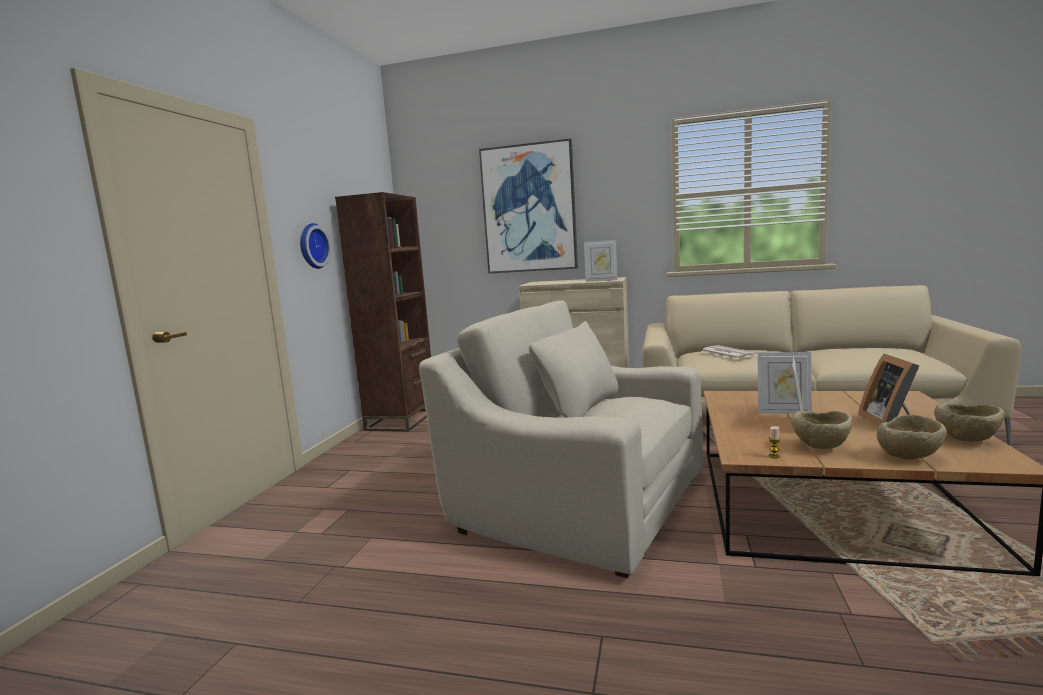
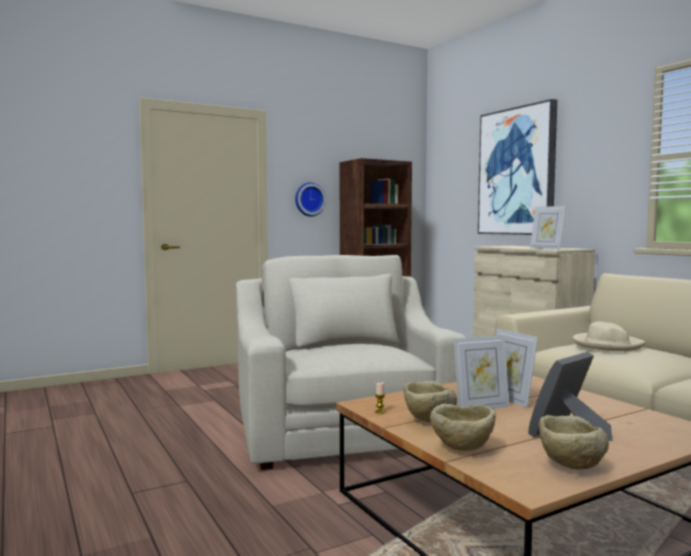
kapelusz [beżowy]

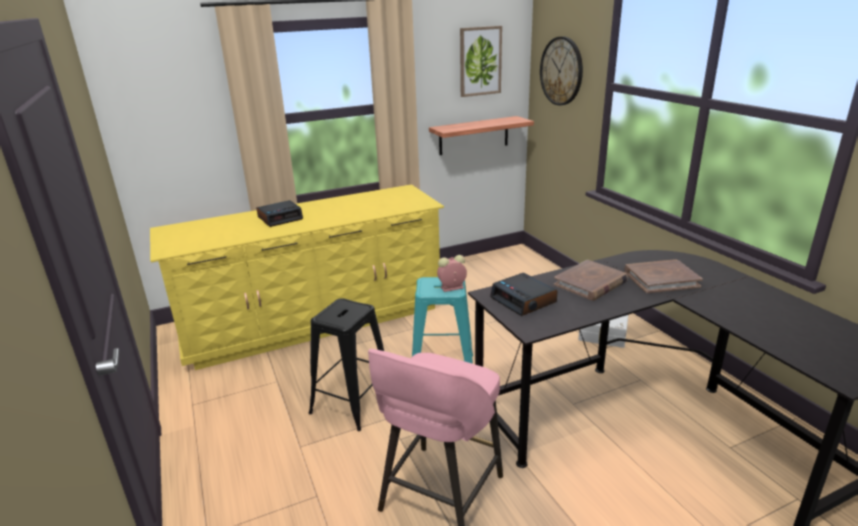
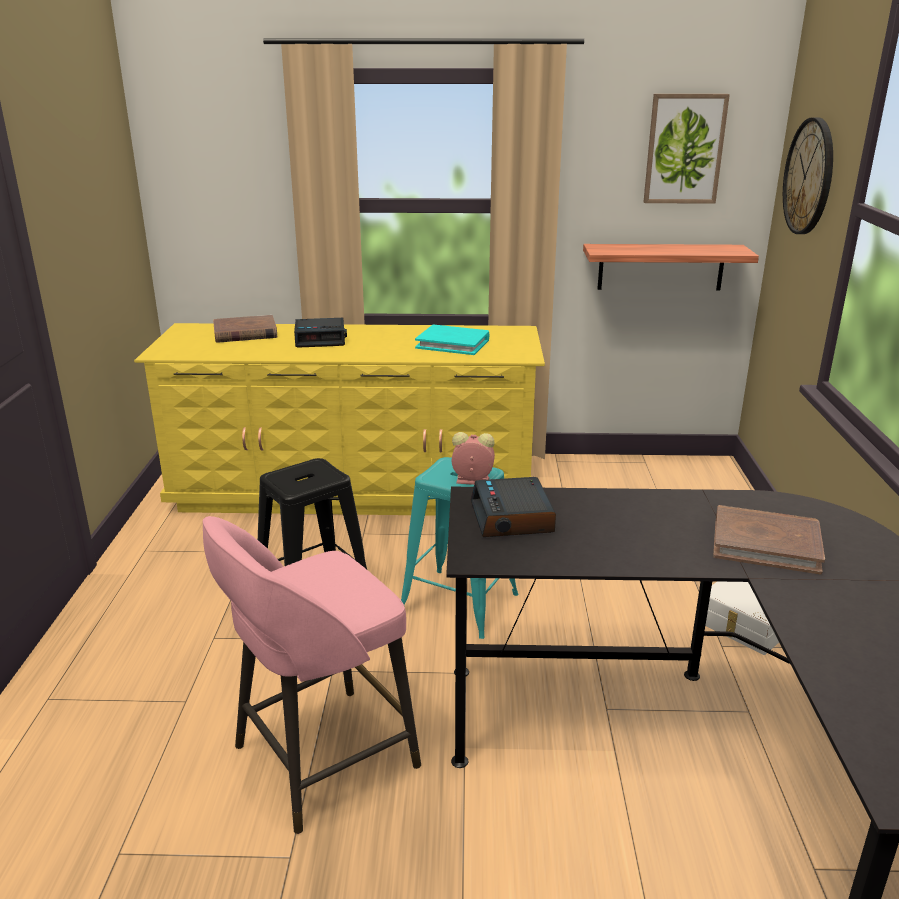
książka [brązowy] (1st from left)
książka [turkusowy]

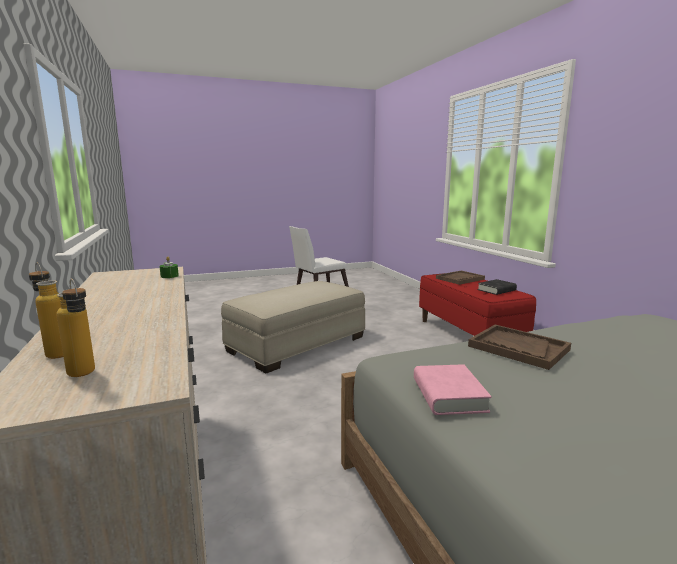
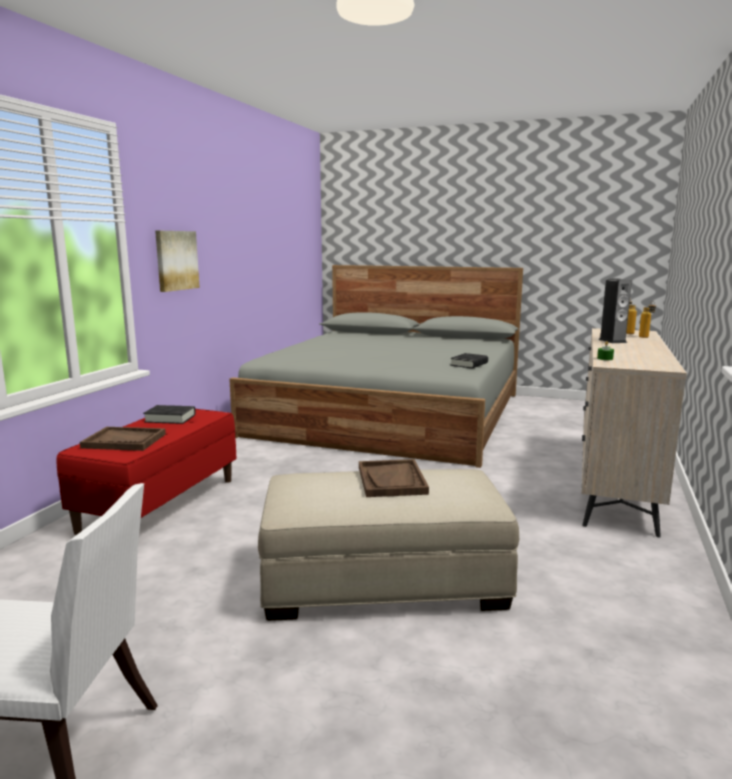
taca [brązowy] (2nd from left)
książka [czarny] (2nd from left)
obraz
głośnik

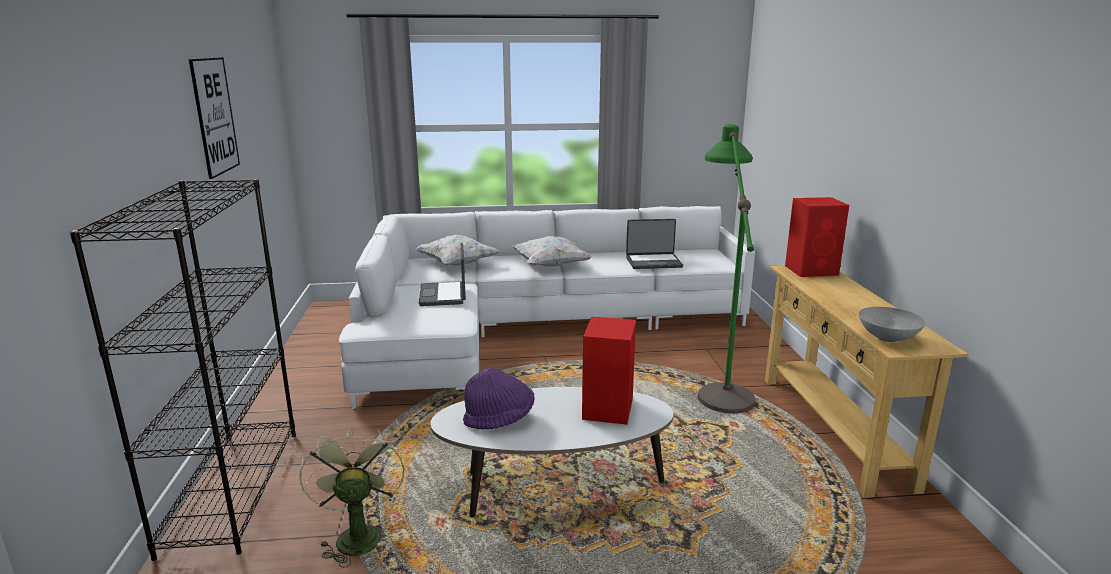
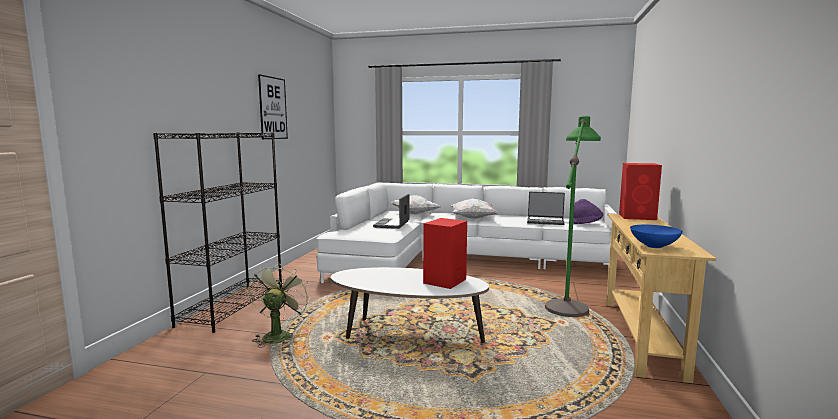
miska [niebieski]
kapelusz [fioletowy]

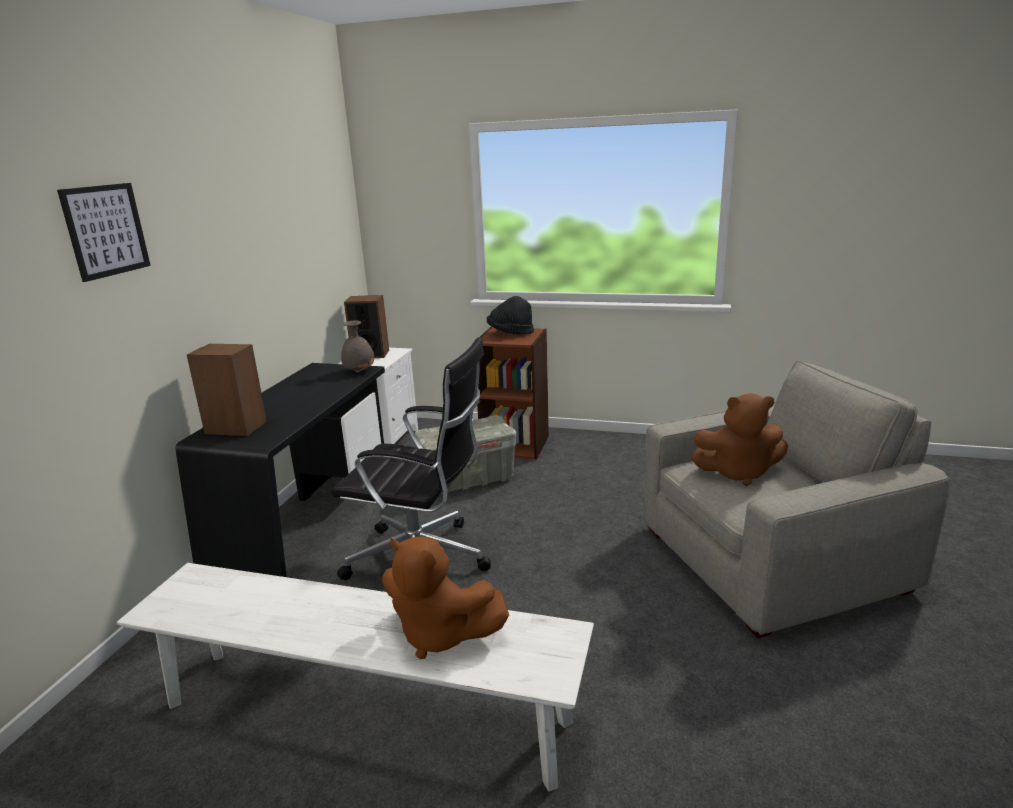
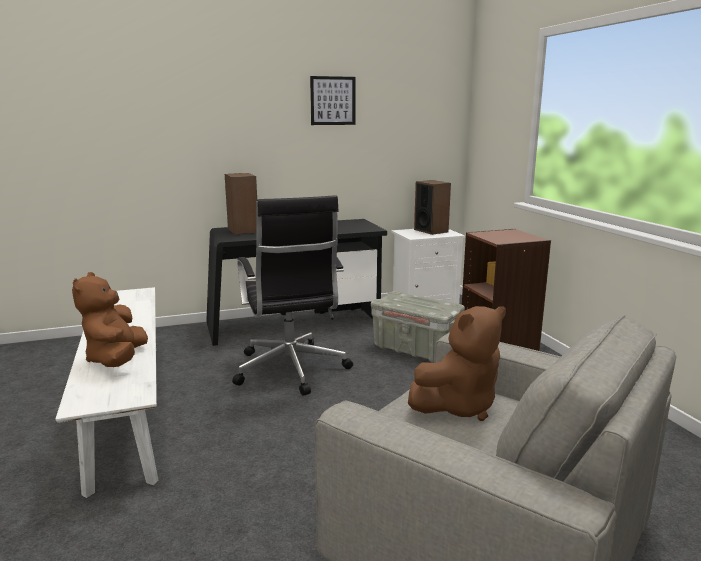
obraz
kapelusz [czarny]
wazon [szary]
pluszak [brązowy] (2nd from left)

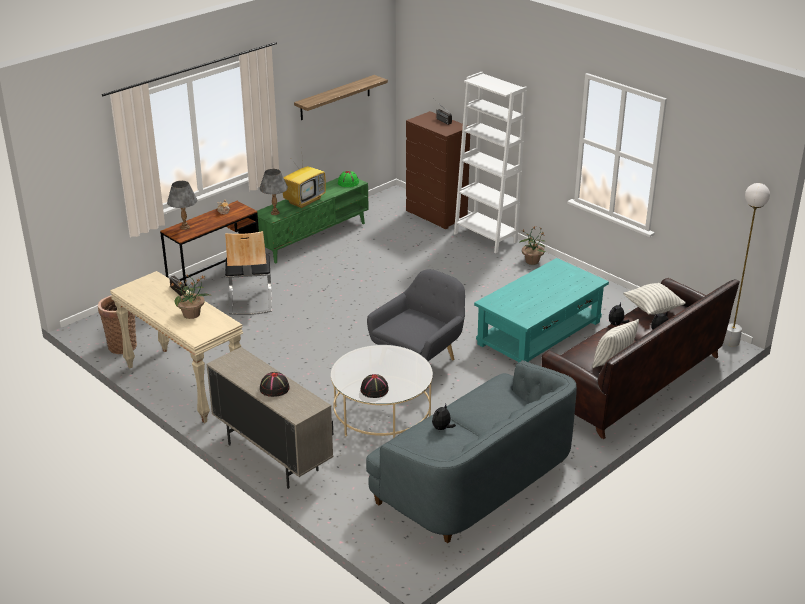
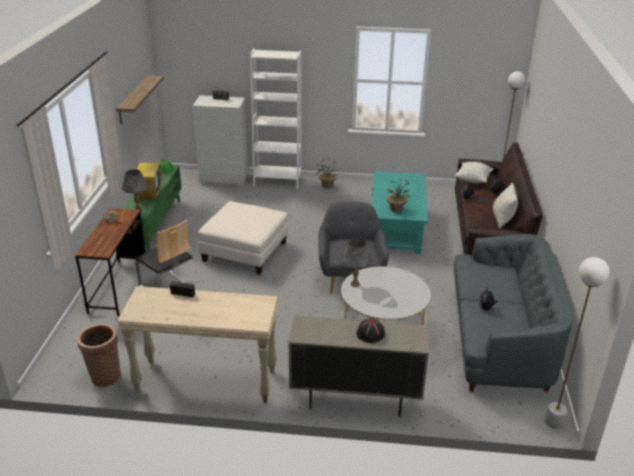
komoda [biały]
lampa stołowa [szary] (2nd from left)
roślina doniczkowa (2nd from left)
kapelusz [czarny] (2nd from left in the first image)
pufa [biały]
lampa stojąca [biały] (2nd from left)

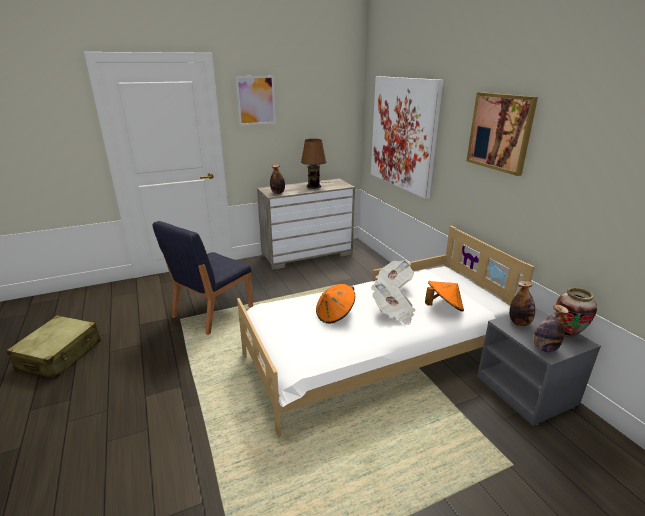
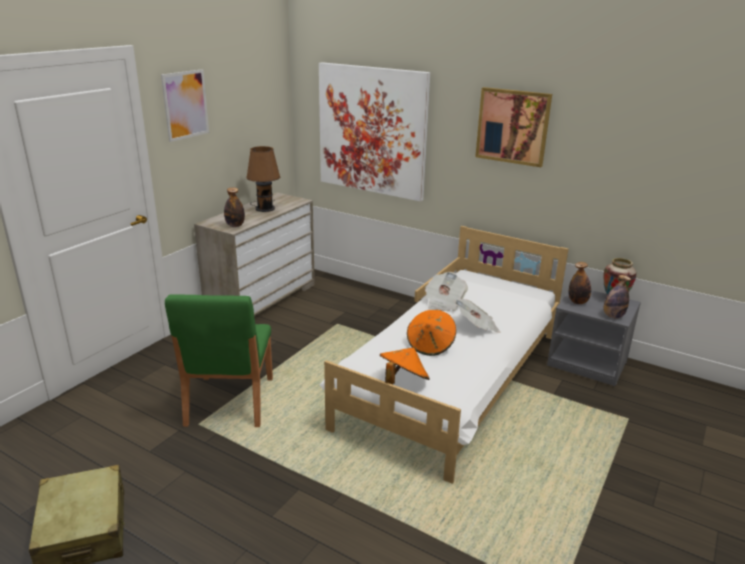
krzesło [zielony]
kapelusz [pomarańczowy] (1st from left)

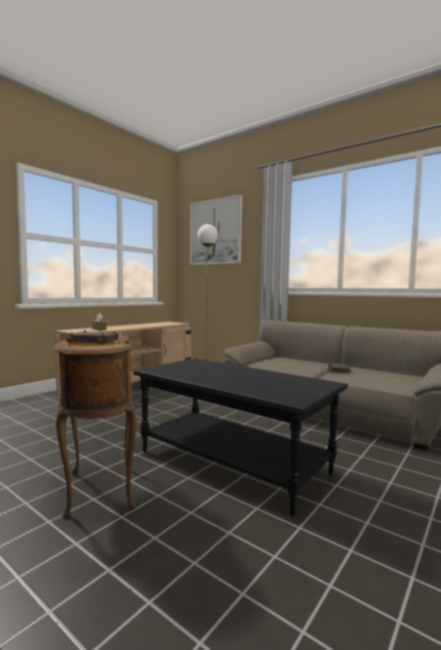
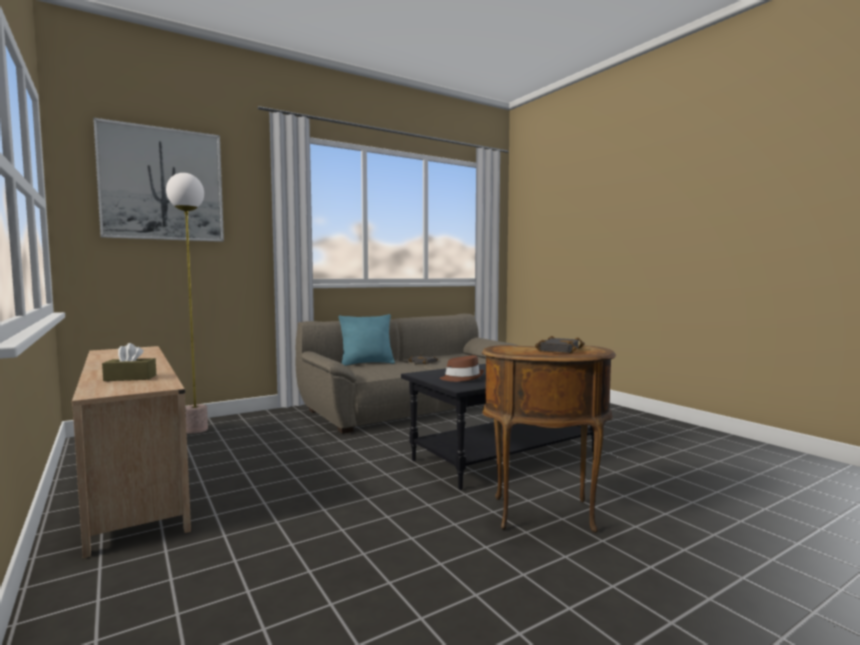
poduszka [turkusowy]
kapelusz [brązowy]

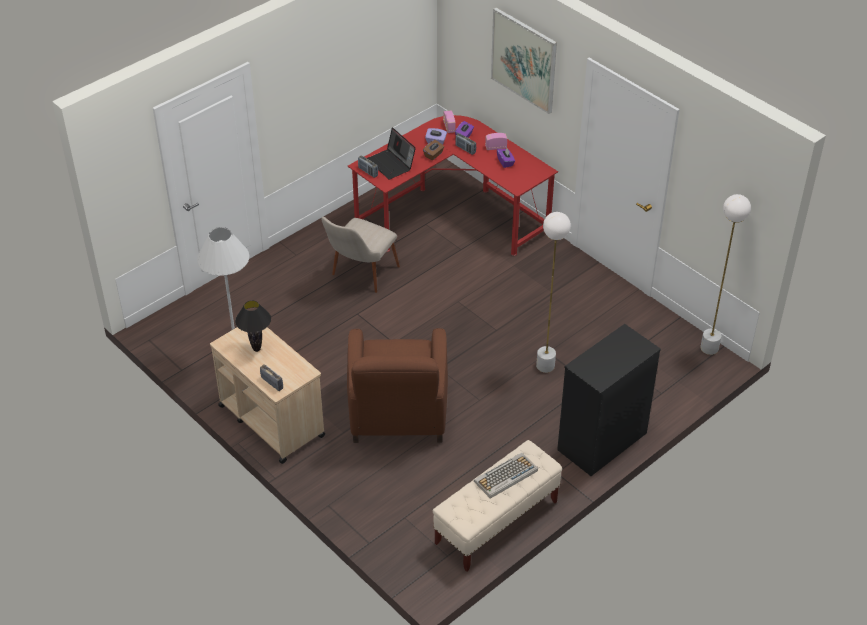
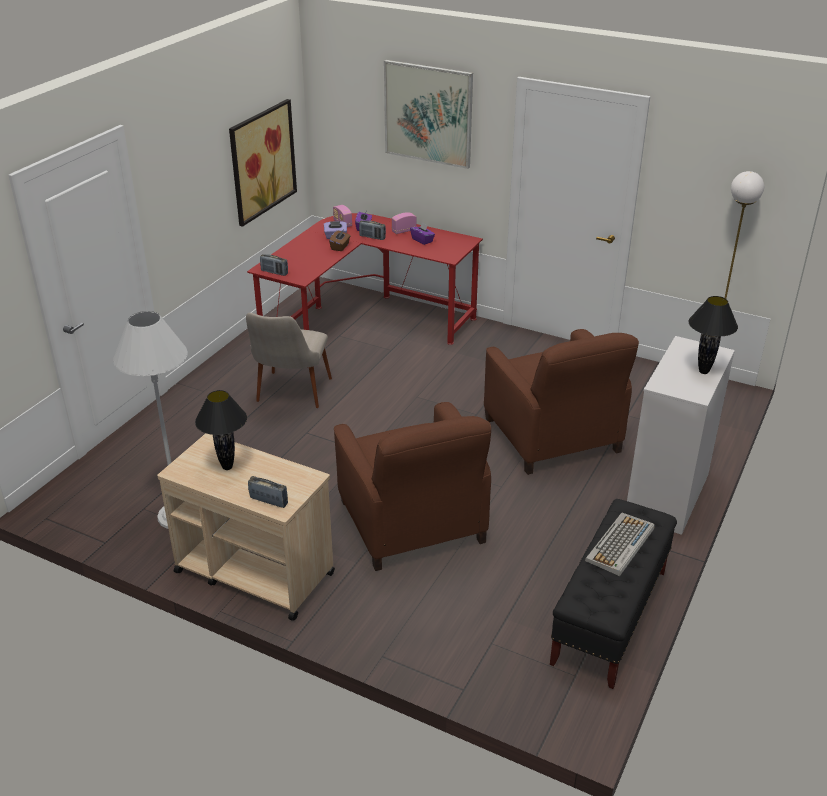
laptop
fotel [brązowy] (2nd from left)
komoda [biały]
ławka [czarny]
obraz (1st from left)
lampa stołowa [czarny] (2nd from left)

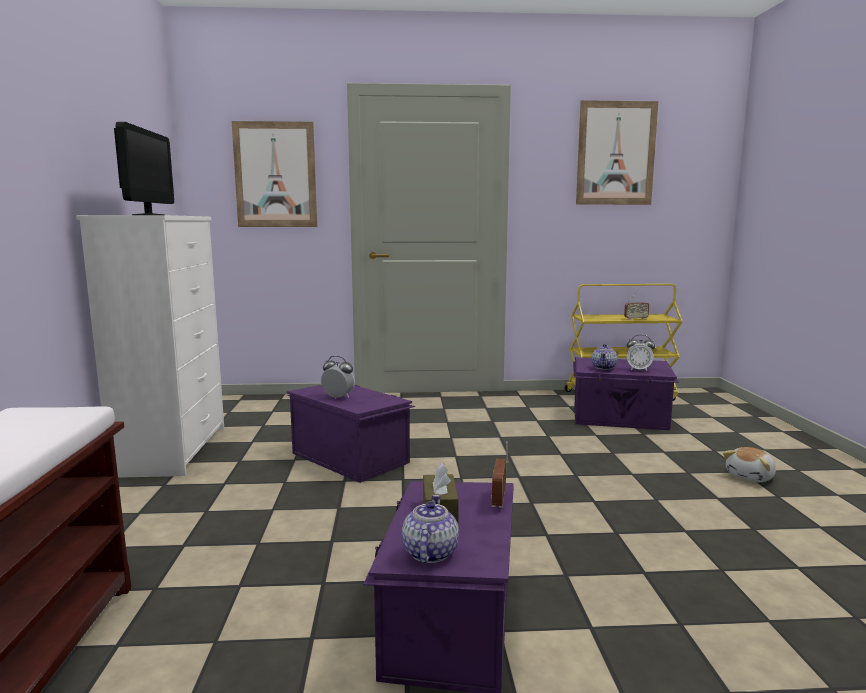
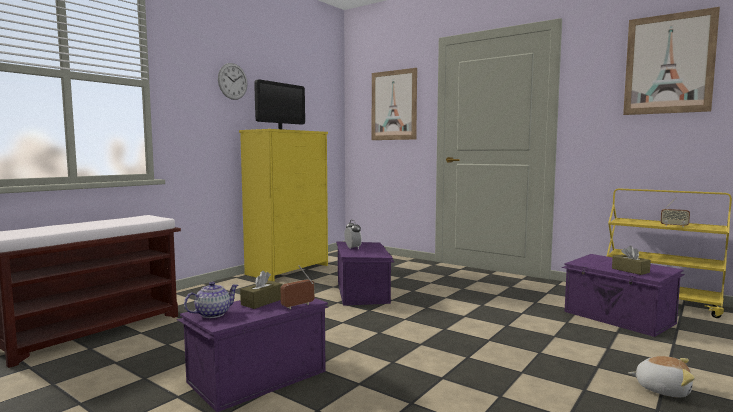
komoda [żółty]
pudełko chusteczek [brązowy] (2nd from left)
imbryk (2nd from left in the first image)
pluszak
zegar ścienny

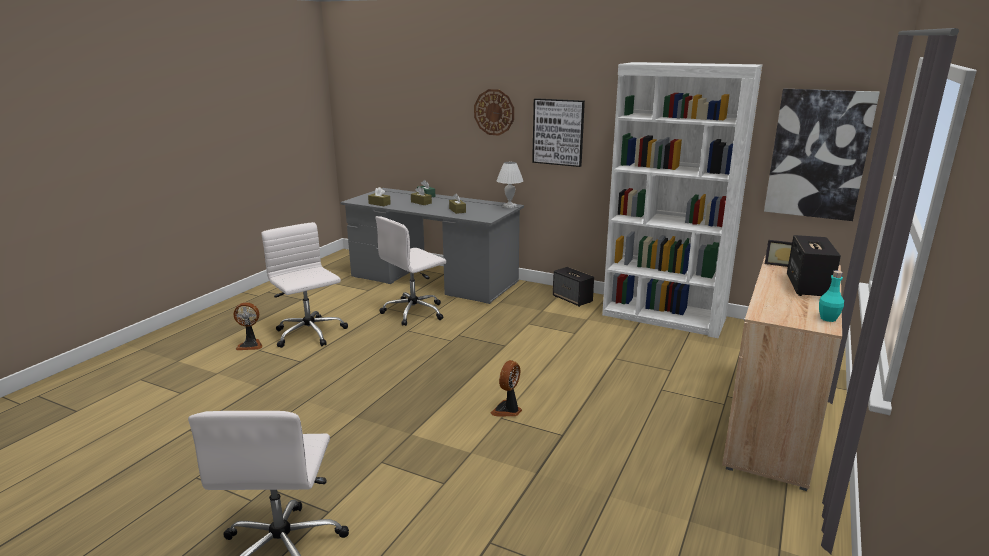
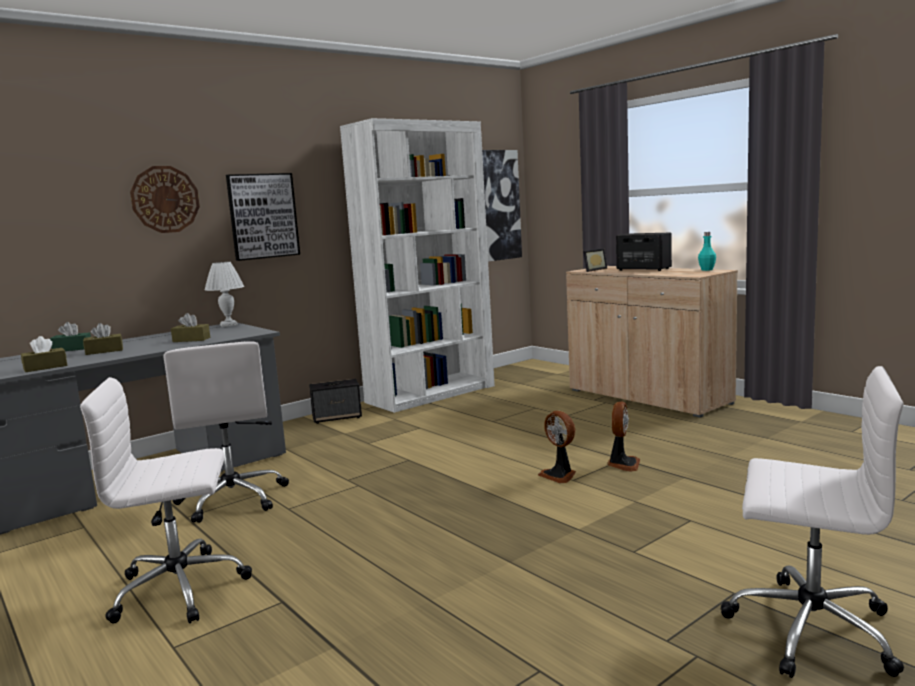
wentylator (2nd from left)

